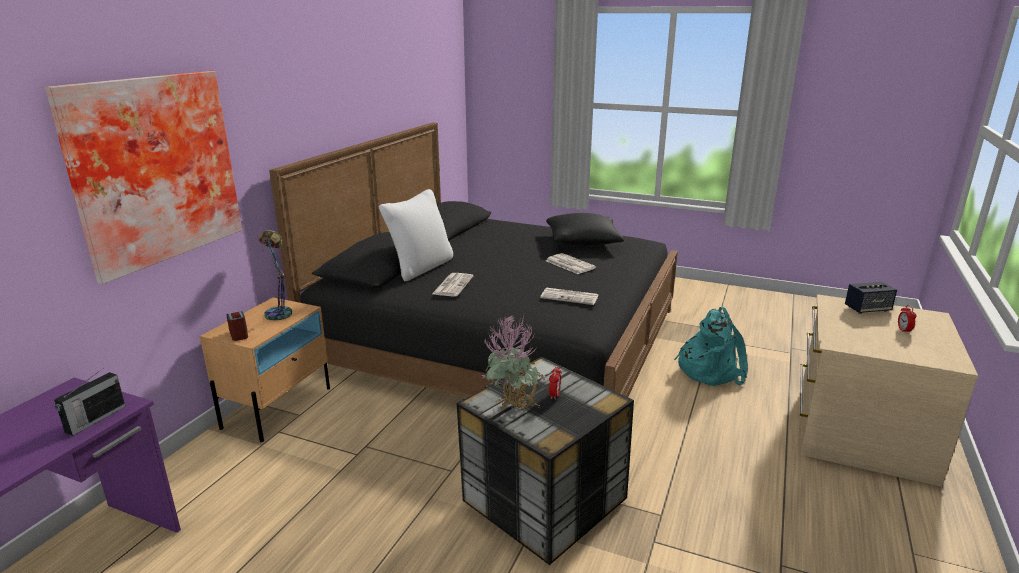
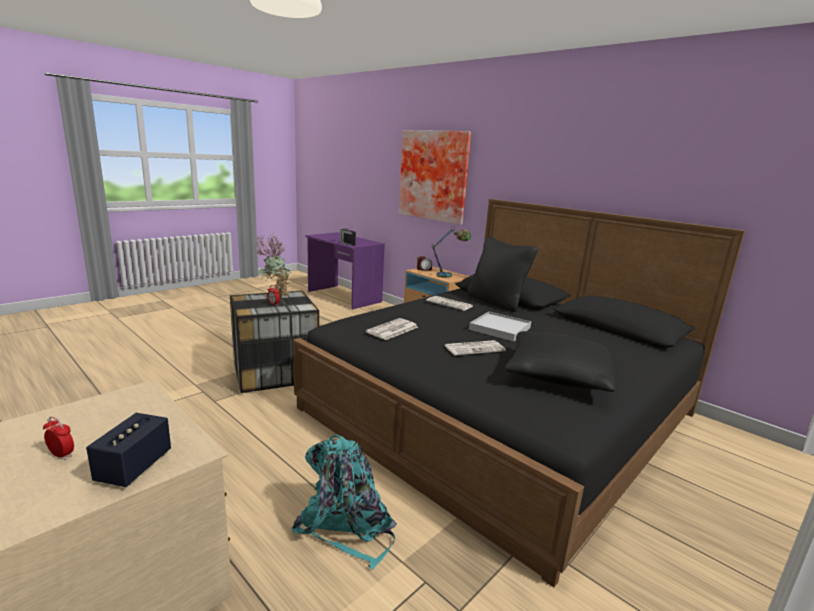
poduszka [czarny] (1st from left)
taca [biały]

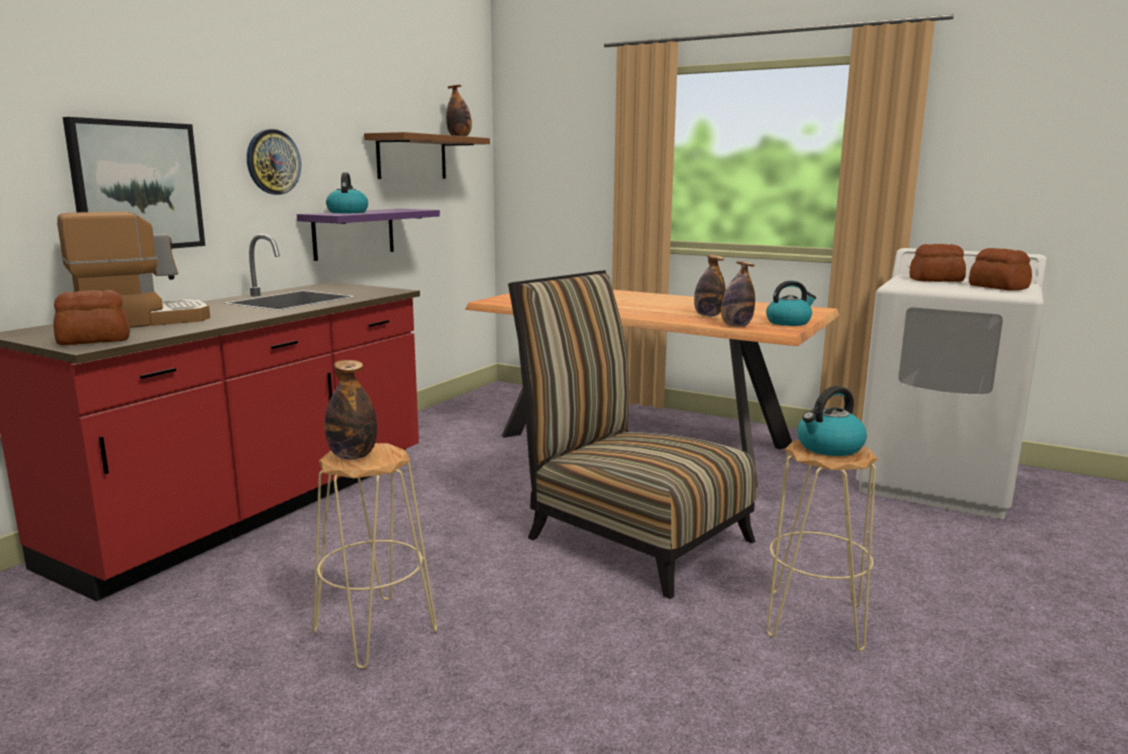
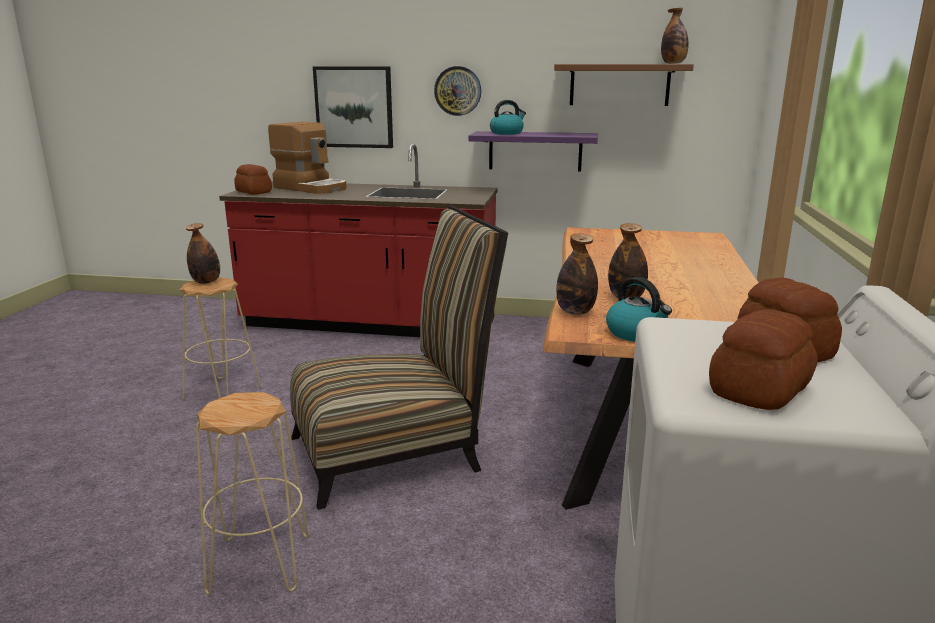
krzesło
czajnik (3rd from left in the first image)

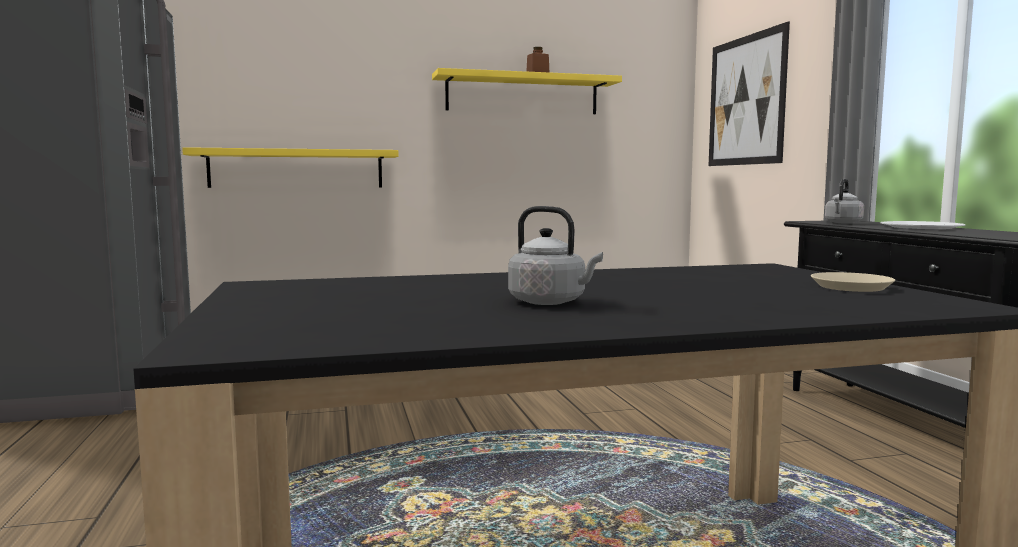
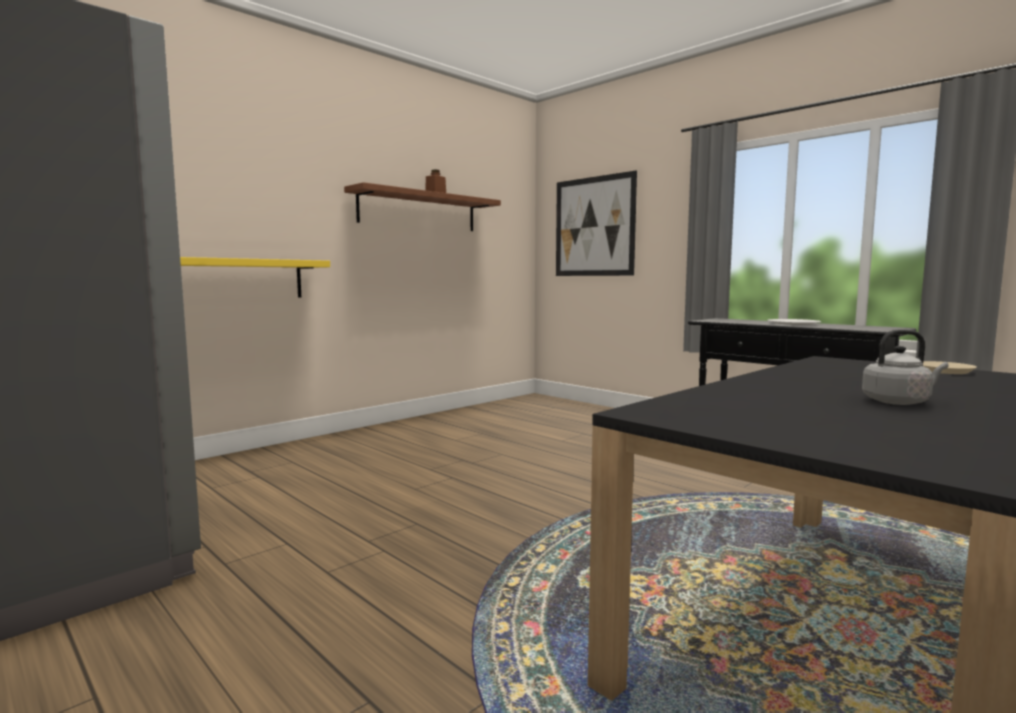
półka [brązowy]
czajnik [szary] (2nd from left in the first image)

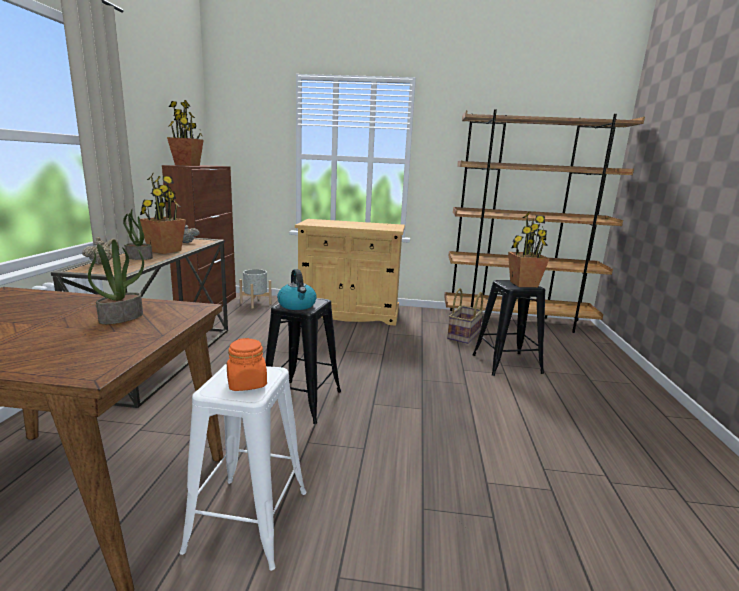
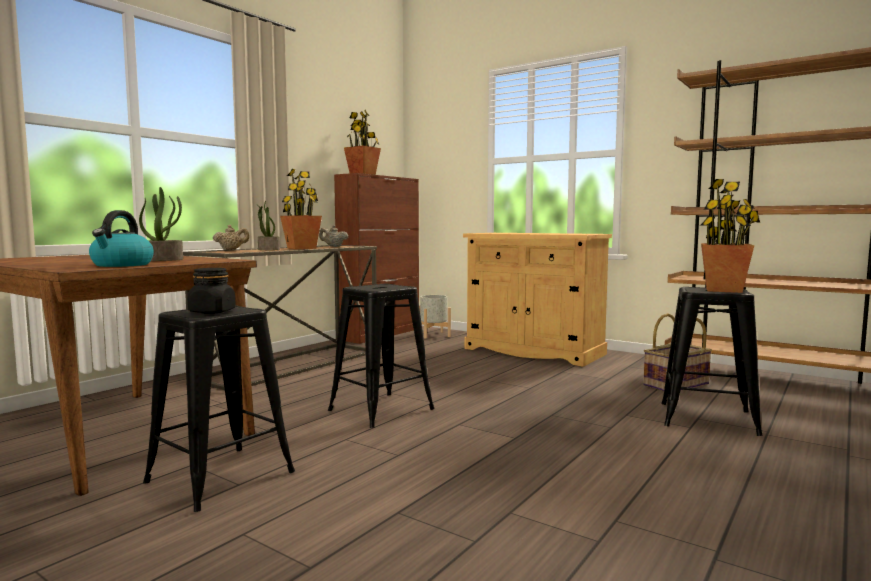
czajnik
słoik [czarny]
stołek [czarny] (1st from left)

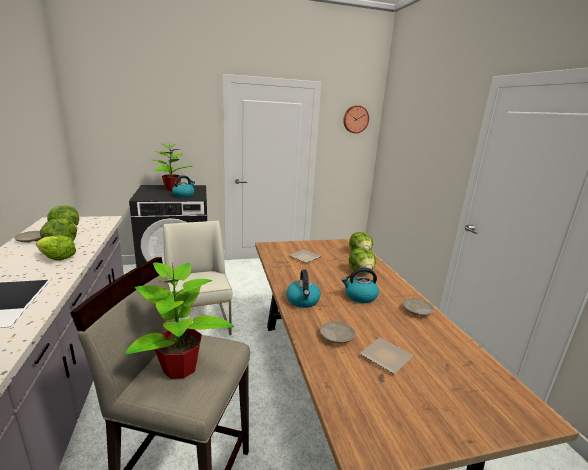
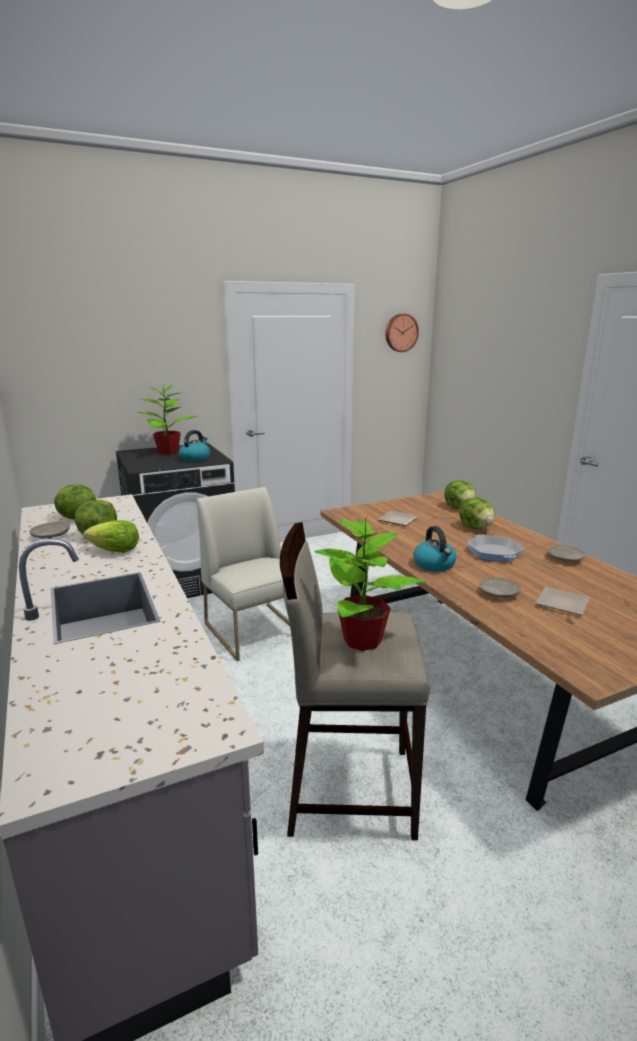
patelnia

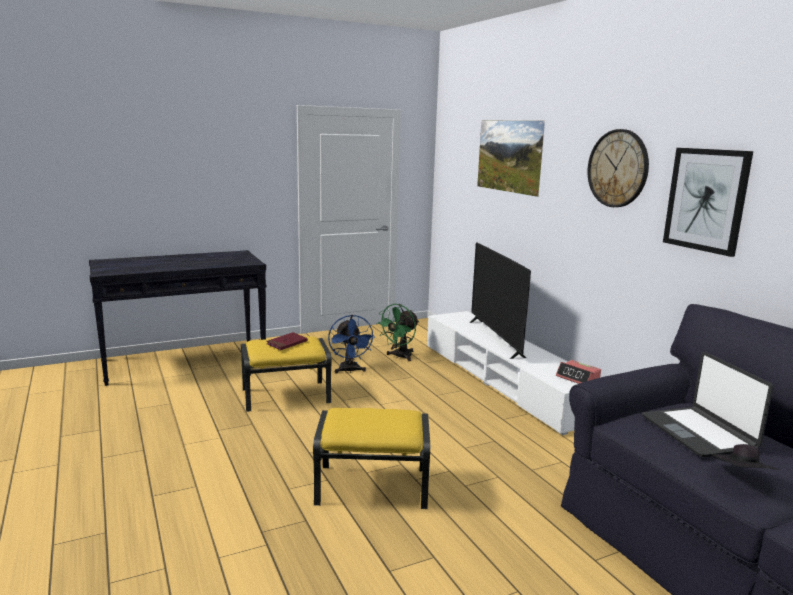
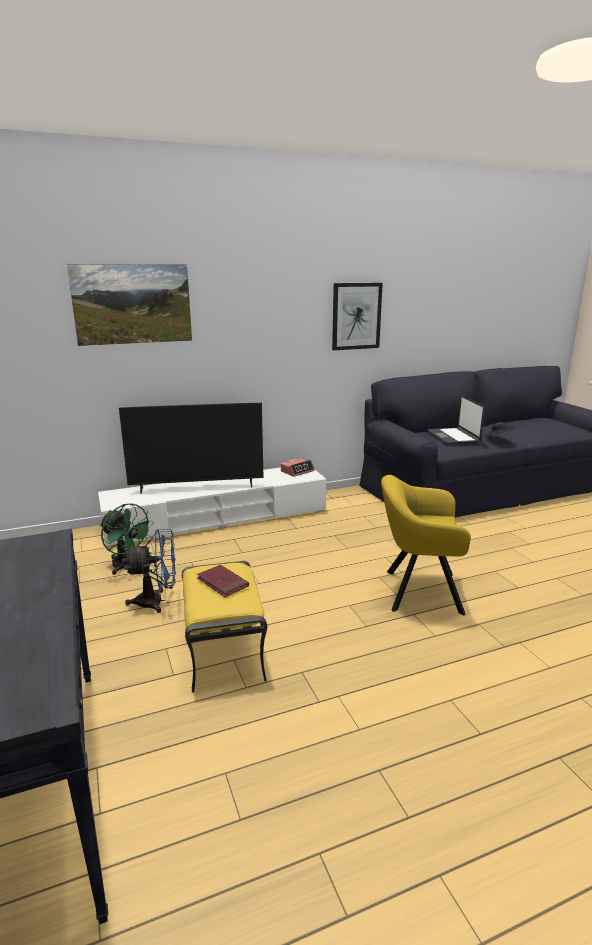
zegar ścienny
laptop
fotel [żółty]

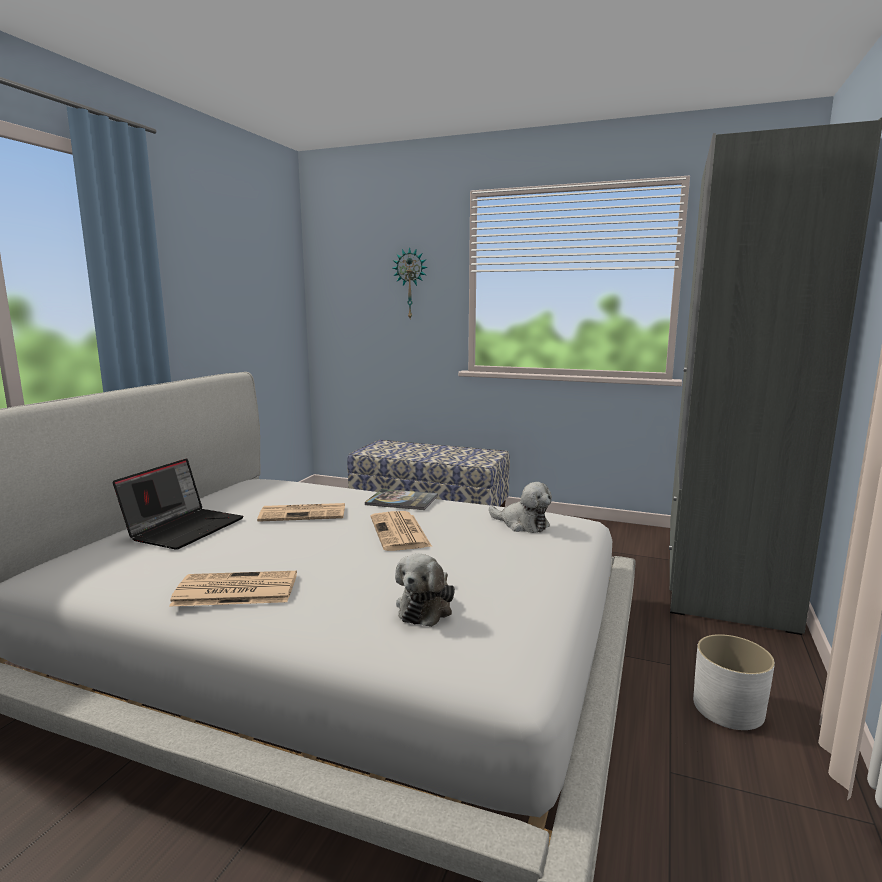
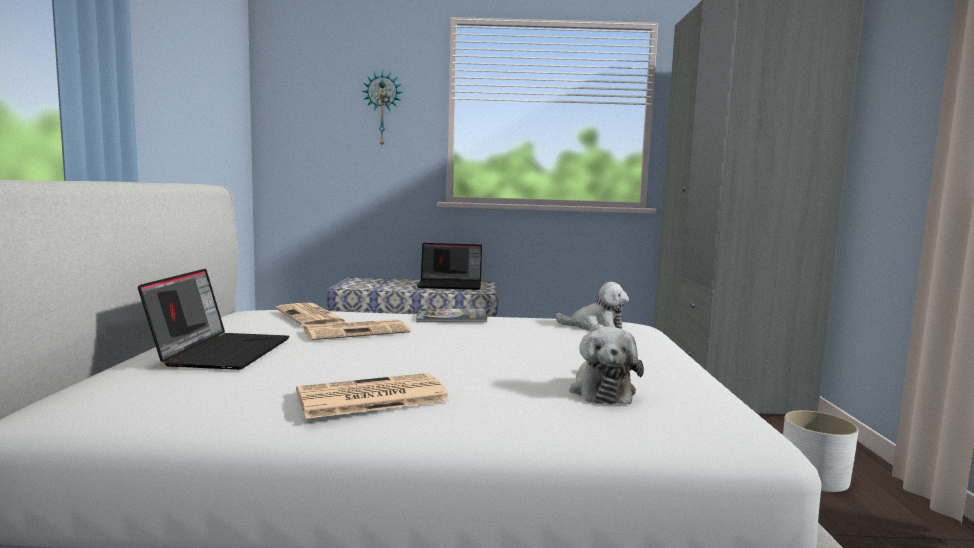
gazeta (1st from left)
laptop (2nd from left)

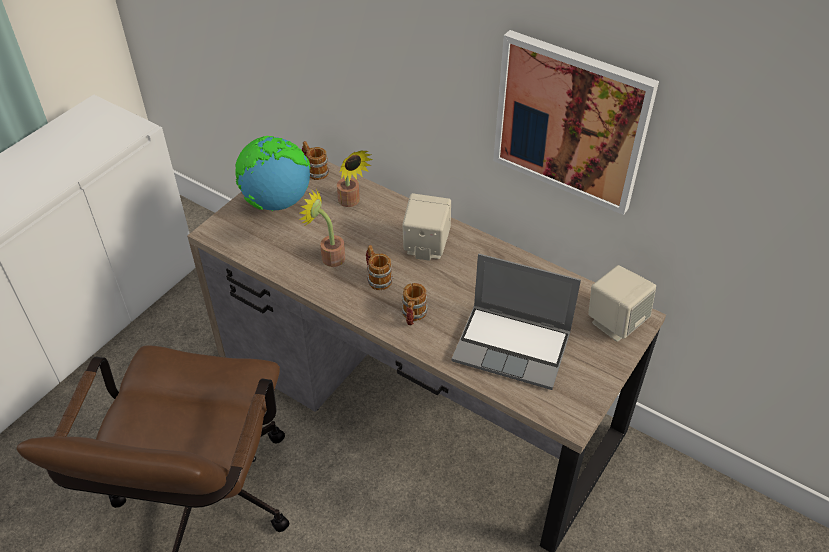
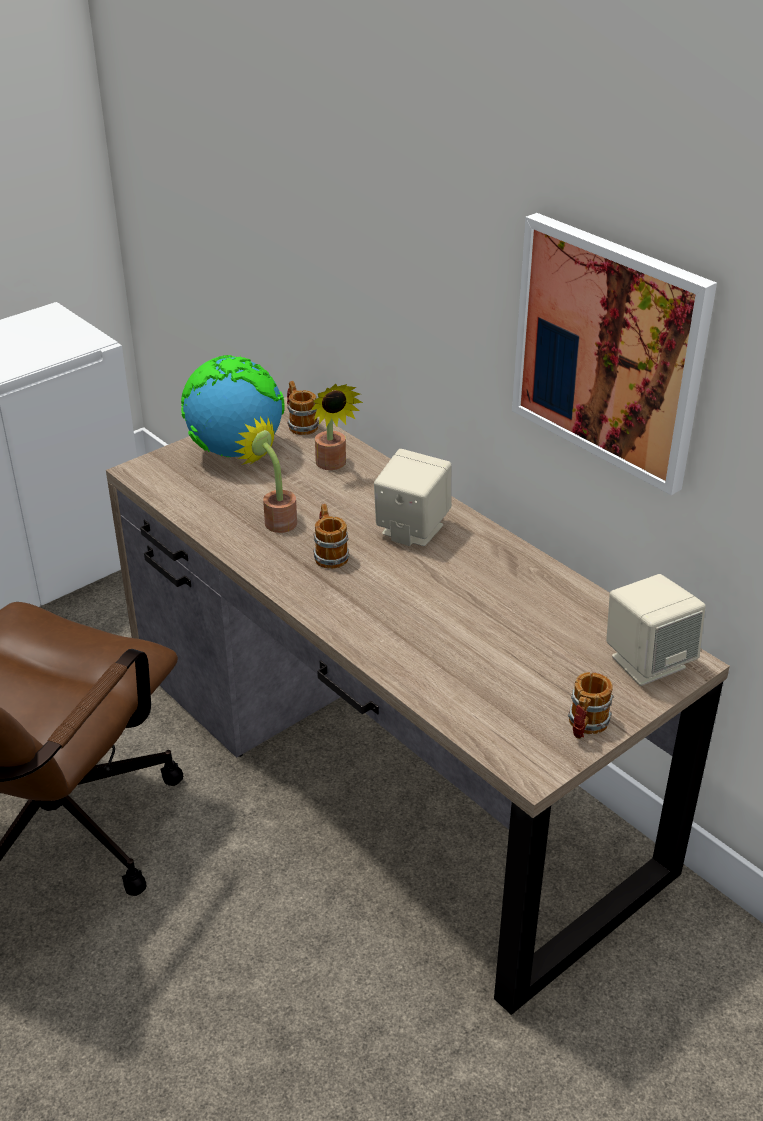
laptop
kubek (3rd from left)

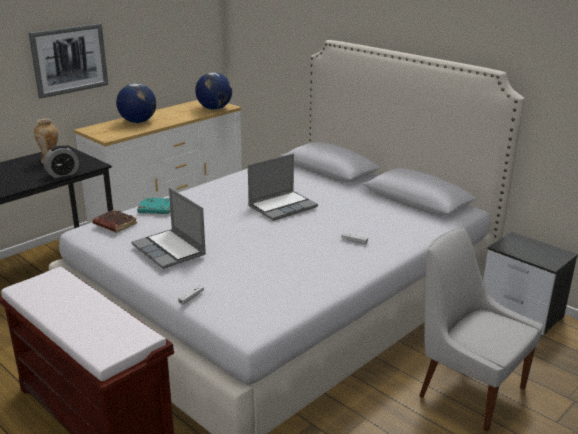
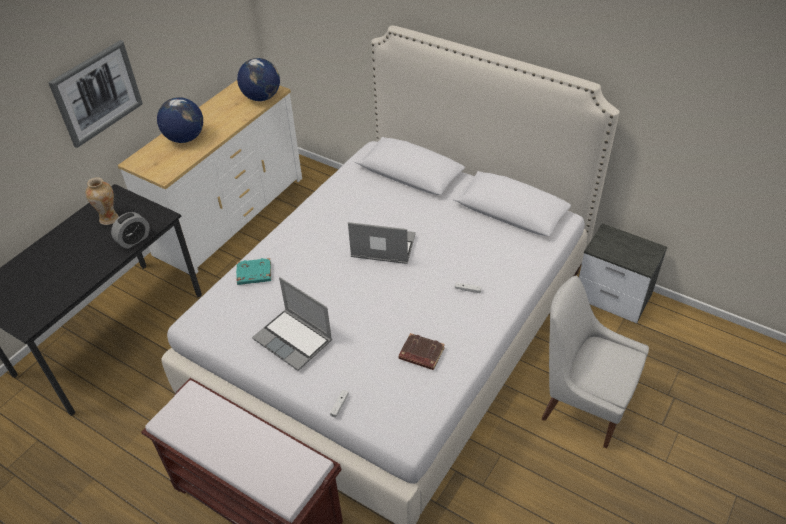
laptop (2nd from left)
książka [brązowy]

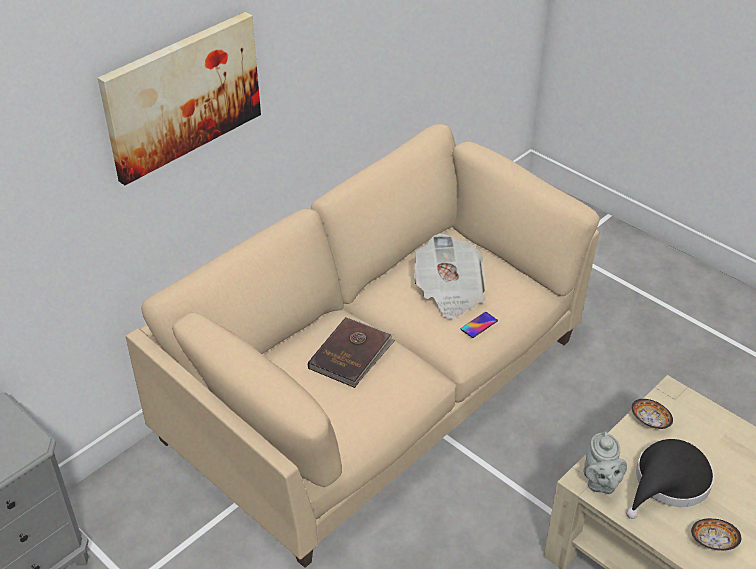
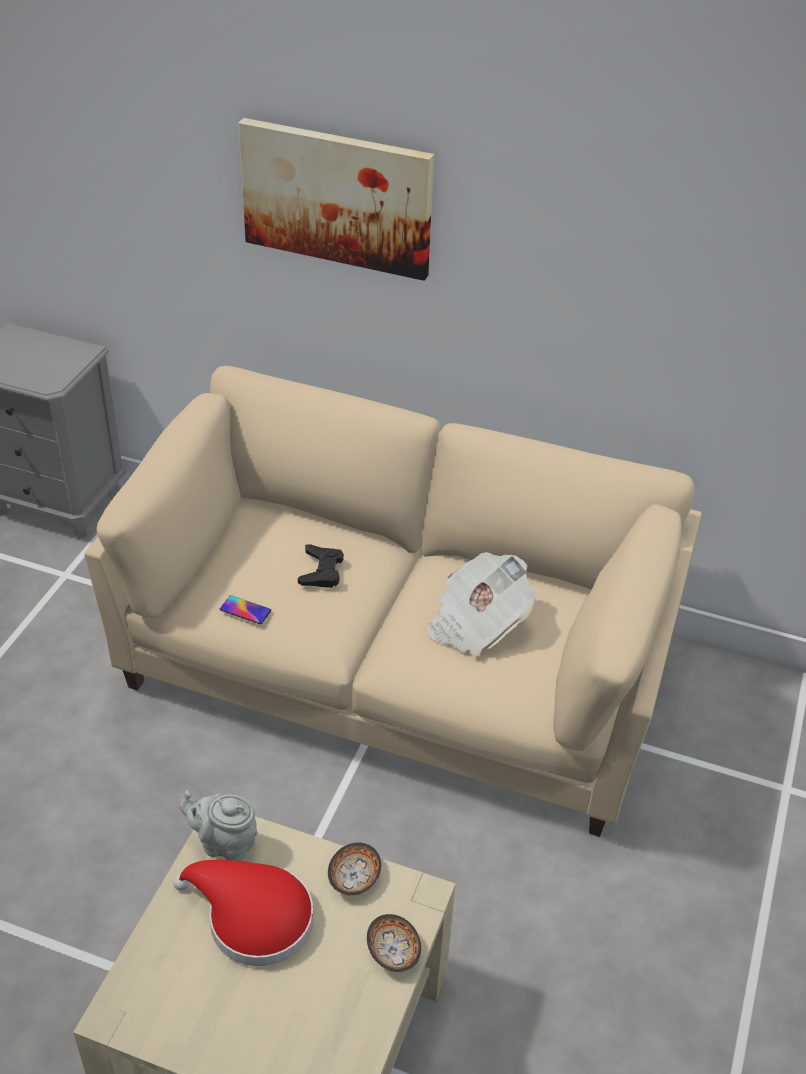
telefon
pad do gier [czarny]
imbryk [szary]
kapelusz [czerwony]
miska (2nd from left)

